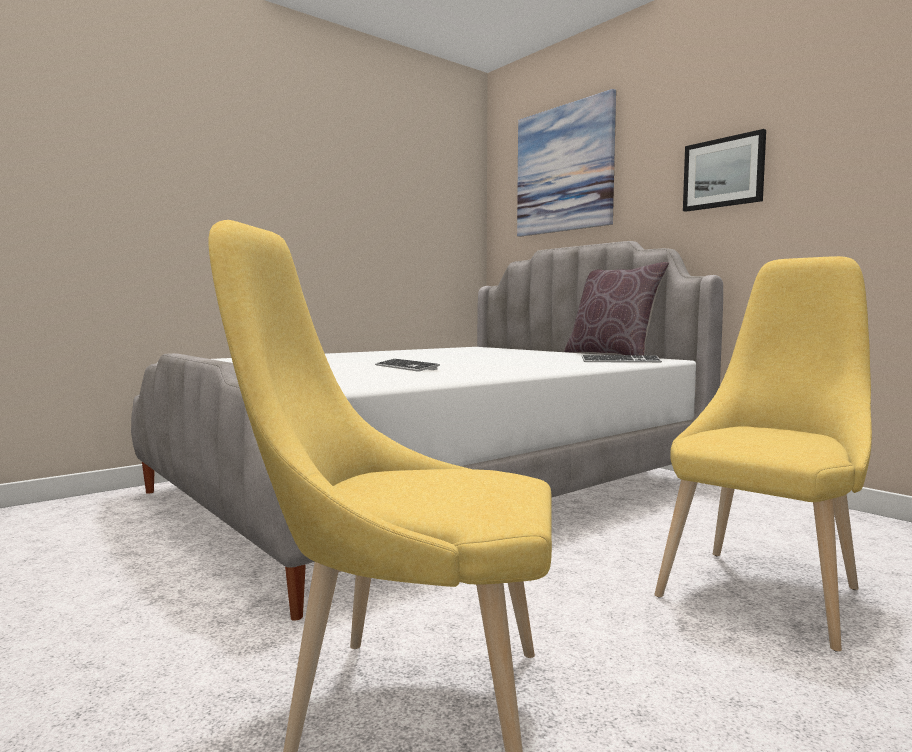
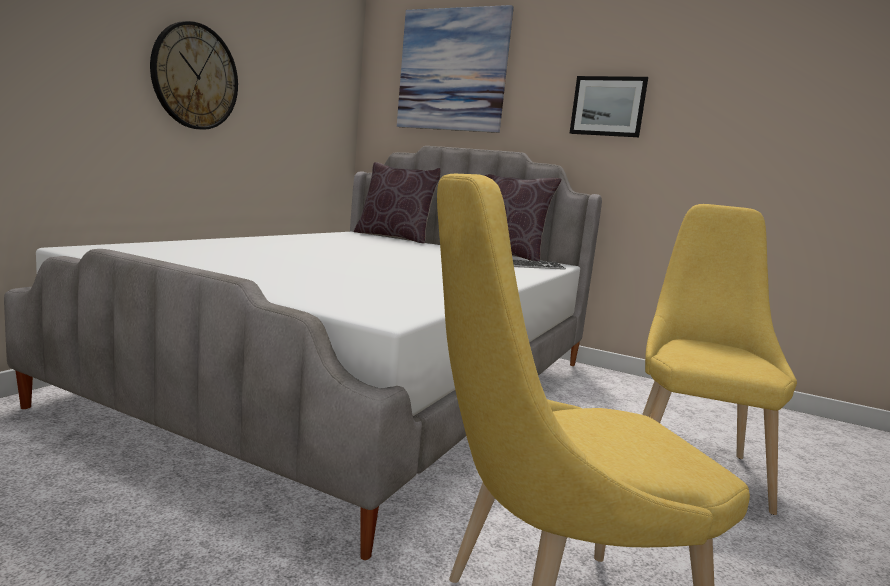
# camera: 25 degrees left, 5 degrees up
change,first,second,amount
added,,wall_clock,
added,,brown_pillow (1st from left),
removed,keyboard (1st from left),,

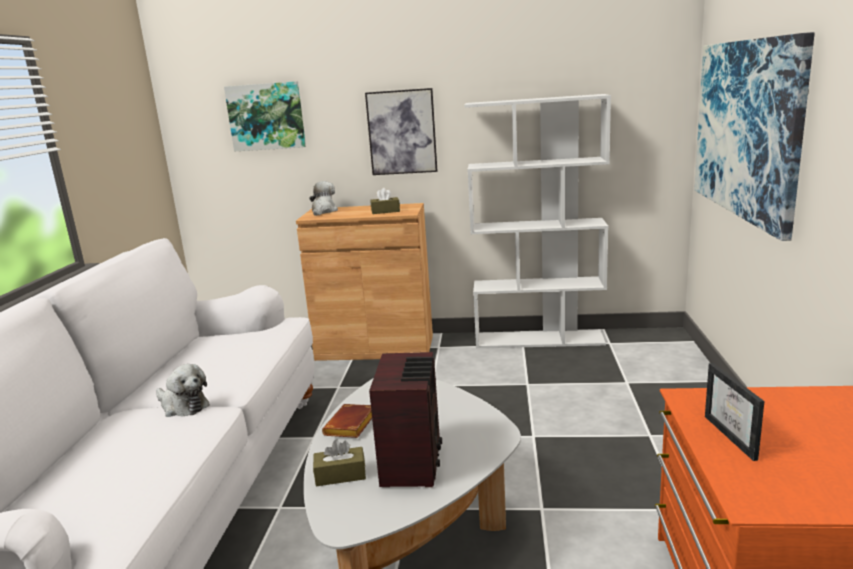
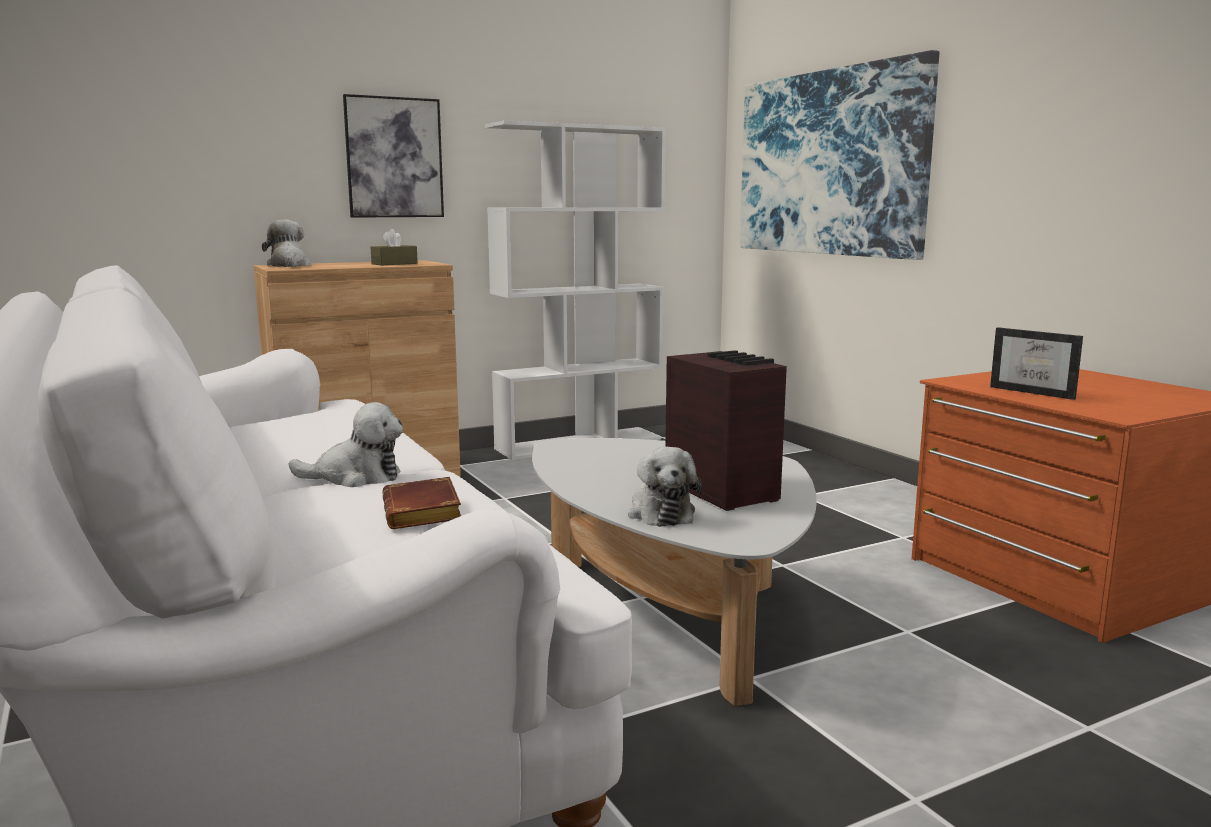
# camera: 35 degrees left, 5 degrees down
change,first,second,amount
moved,brown_book,,
replaced,brown_tissue_box (1st from left),plush_toy (3rd from left),
removed,picture (1st from left),,

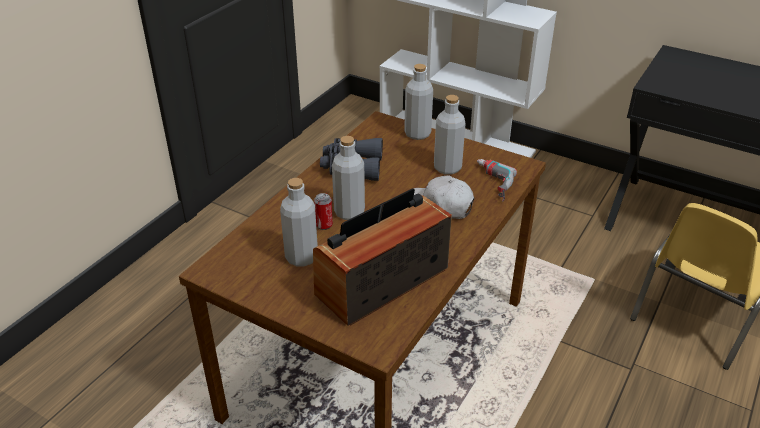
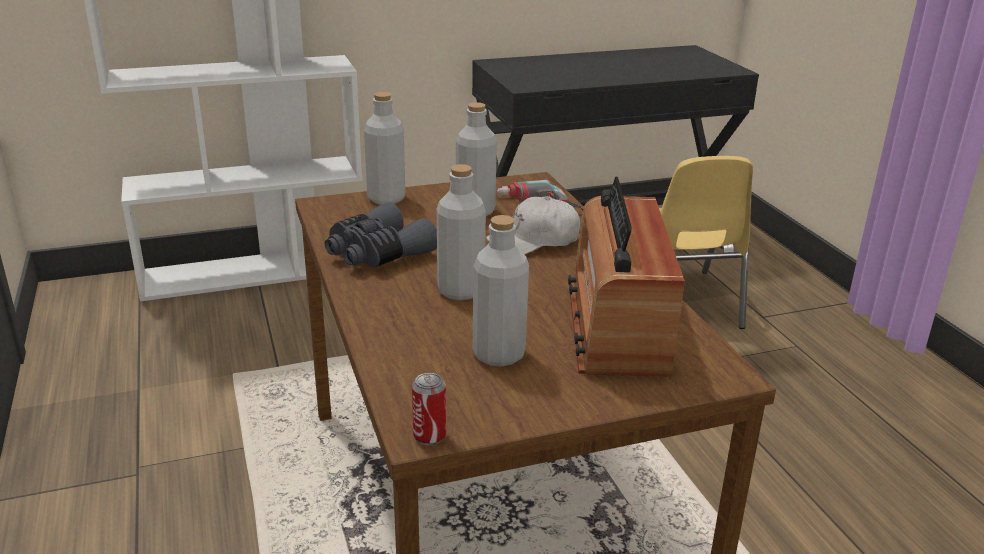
# camera: 50 degrees left, 10 degrees down
change,first,second,amount
moved,can,,

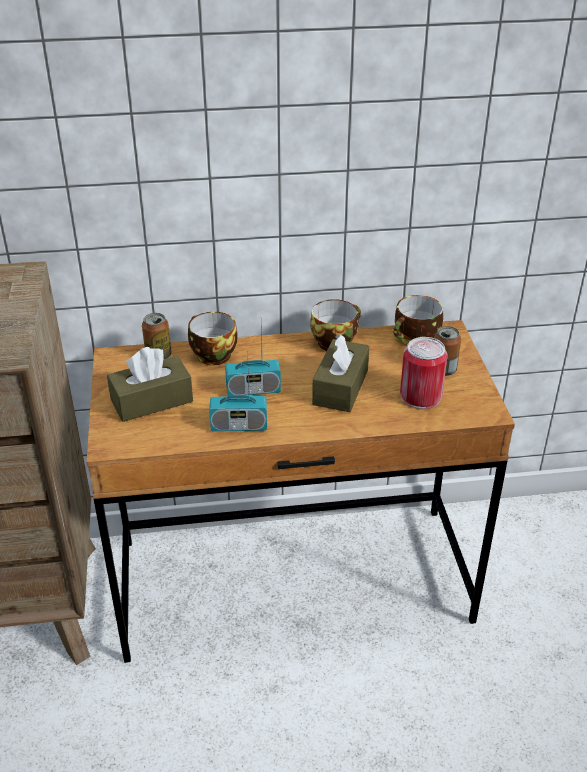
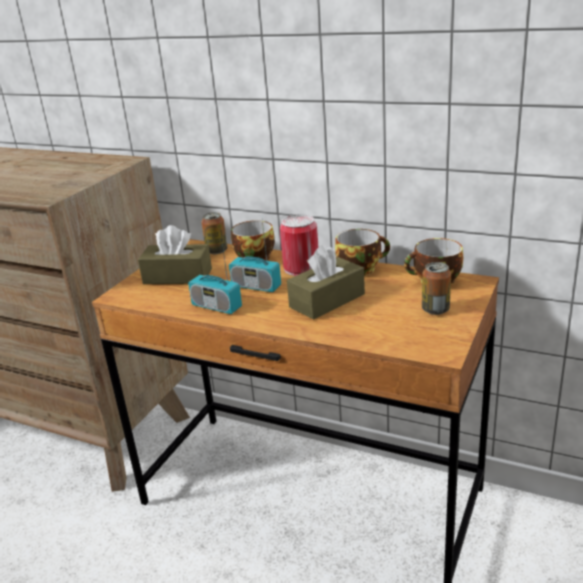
# camera: 35 degrees right, 10 degrees down
change,first,second,amount
moved,can (2nd from left),,

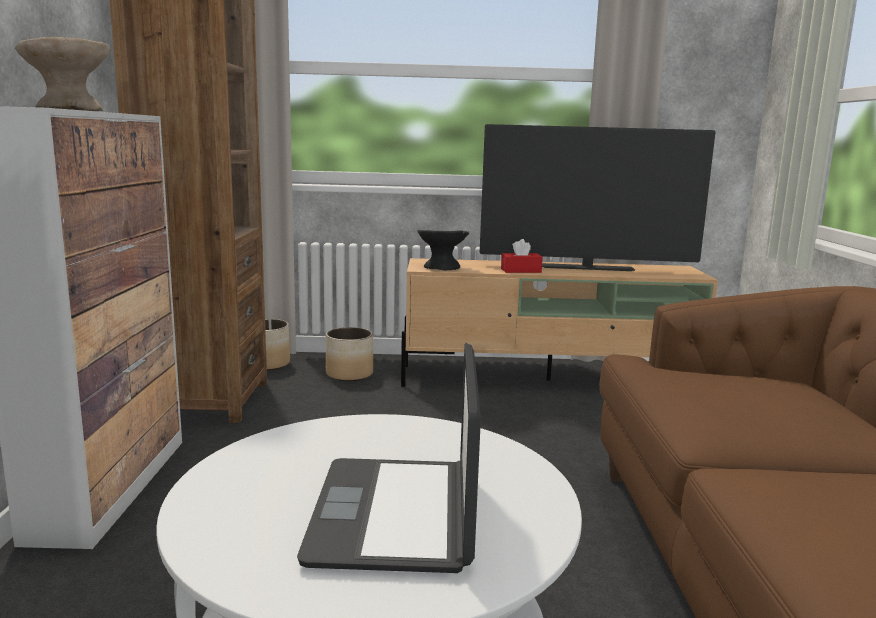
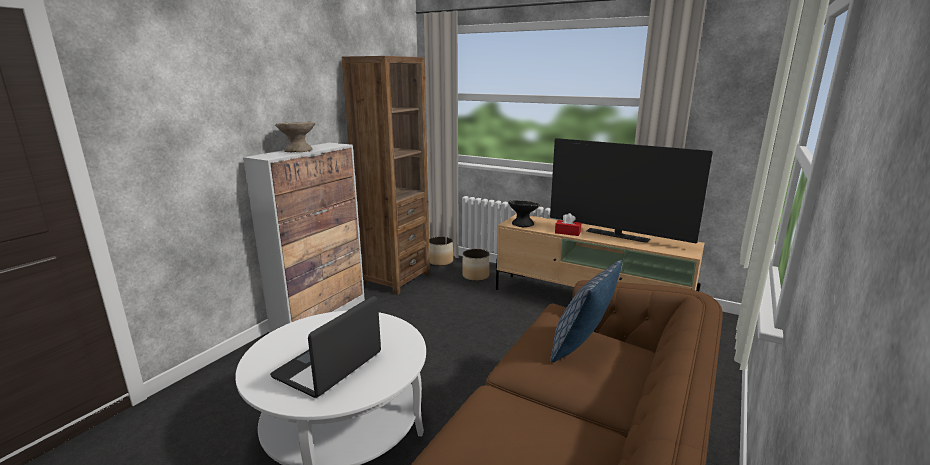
# camera: 30 degrees right, 5 degrees up
change,first,second,amount
added,,pillow,

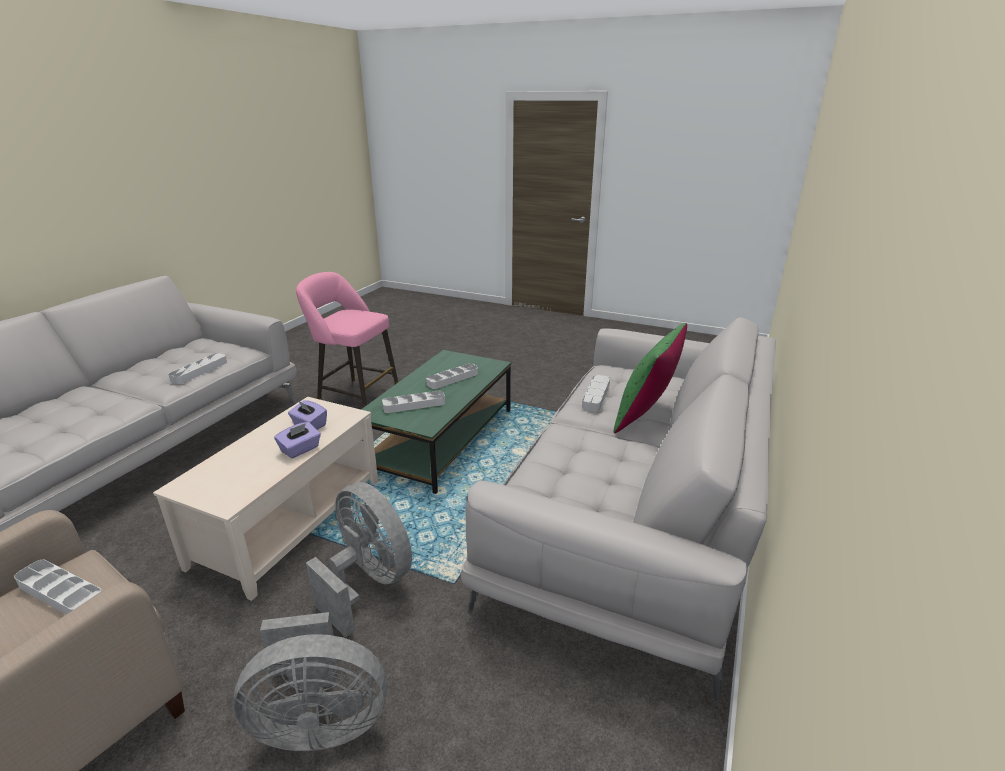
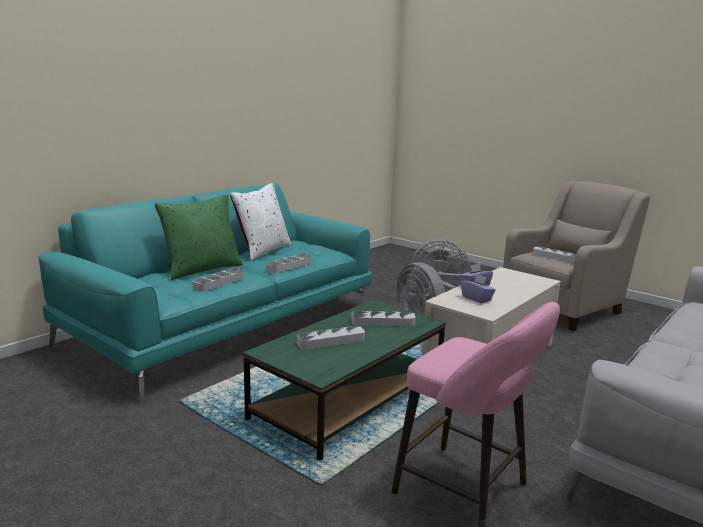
# camera: 165 degrees left, 10 degrees down
change,first,second,amount
recoloured,grey_sofa (2nd from left),turquoise_sofa,
added,,white_pillow,
moved,grey_tray (2nd from left),,

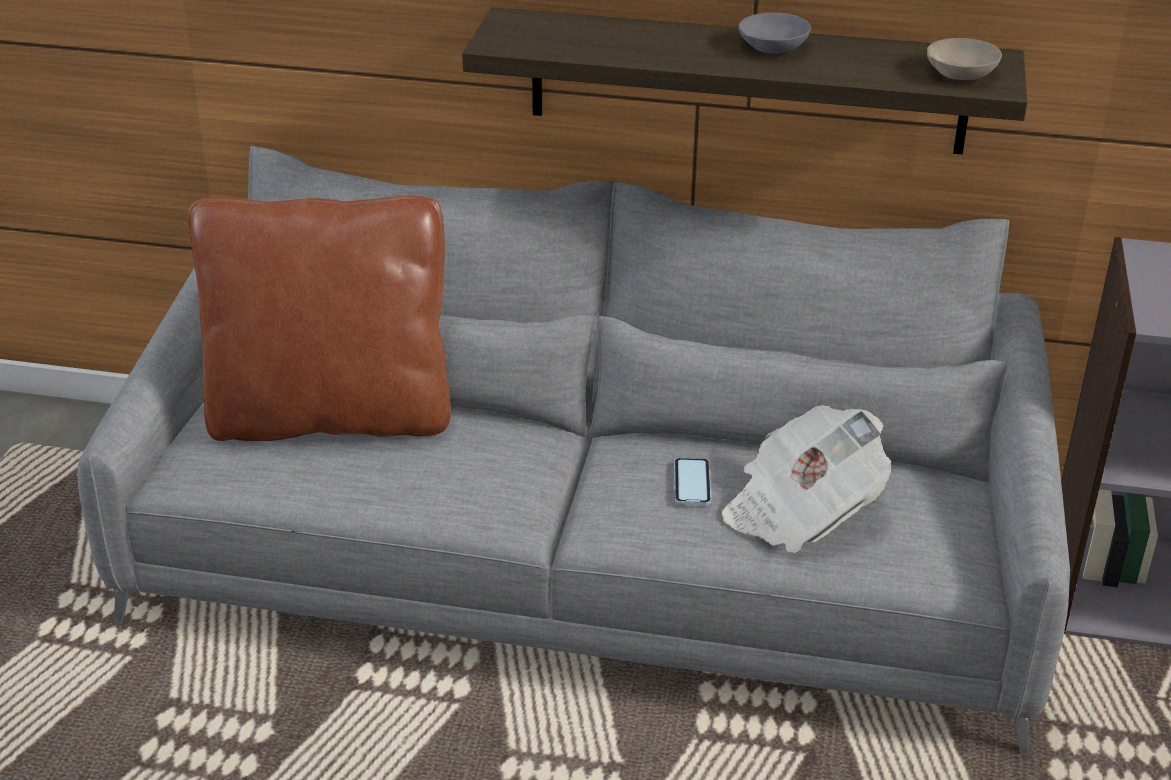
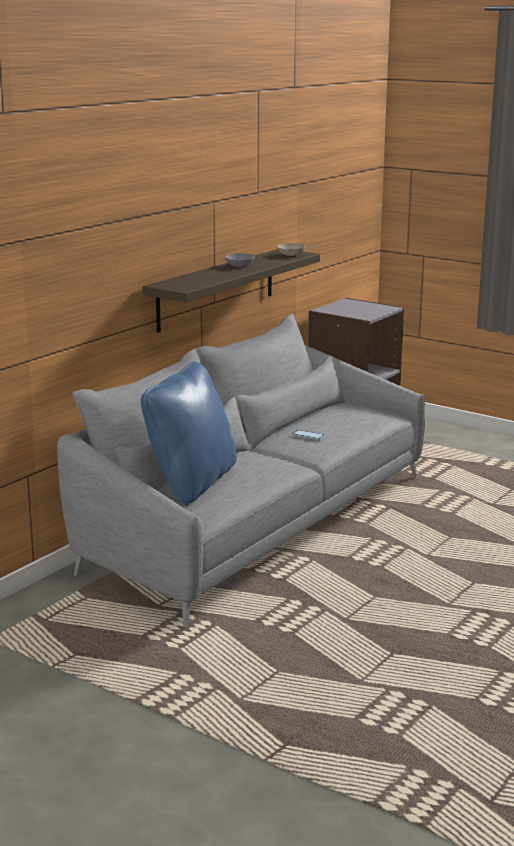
# camera: 65 degrees left, 15 degrees down
change,first,second,amount
recoloured,brown_pillow,blue_pillow,
removed,newspaper,,

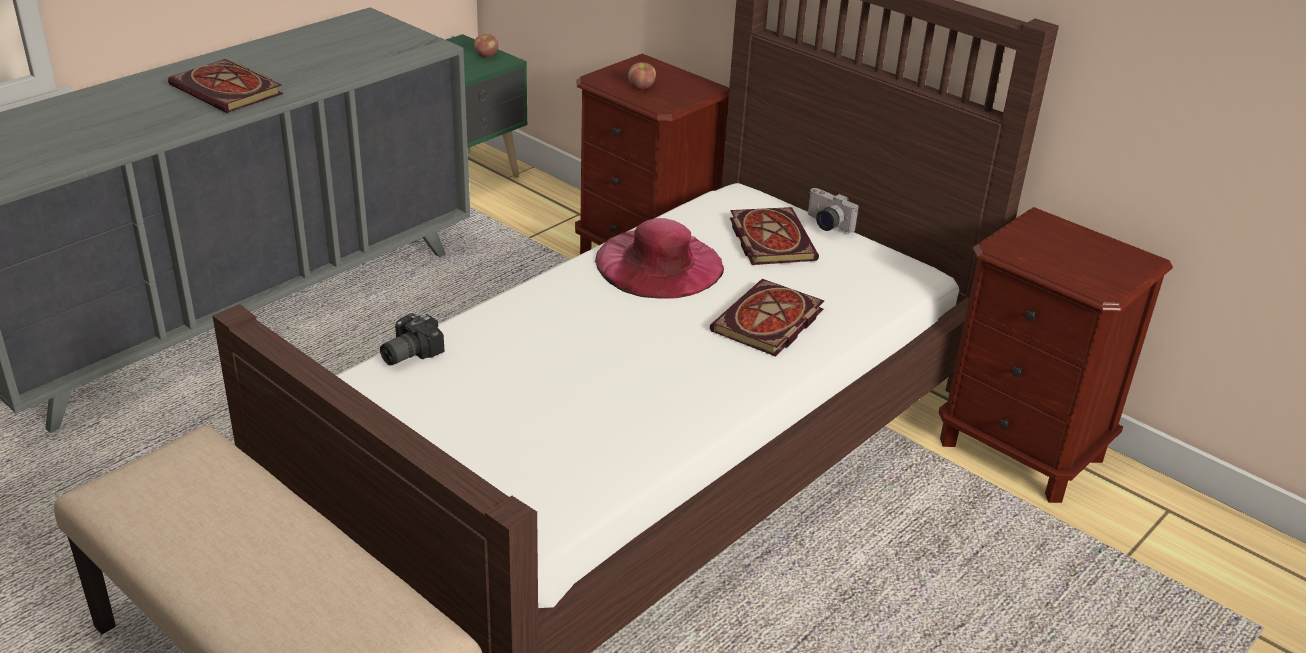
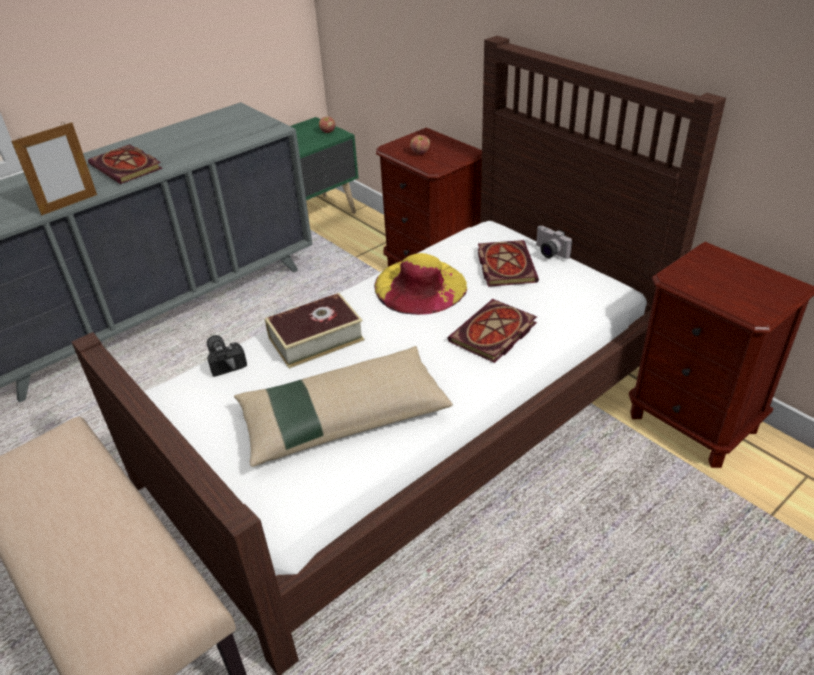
# camera: 10 degrees right, 5 degrees up
change,first,second,amount
added,,picture_frame,
turned,photo_camera (1st from left),,105 degrees clockwise
added,,beige_pillow,
added,,book (2nd from left),
recoloured,pink_hat,yellow_hat,

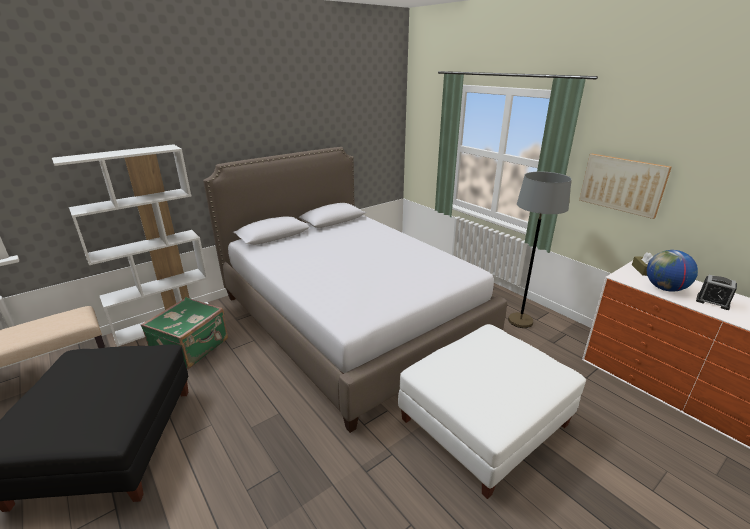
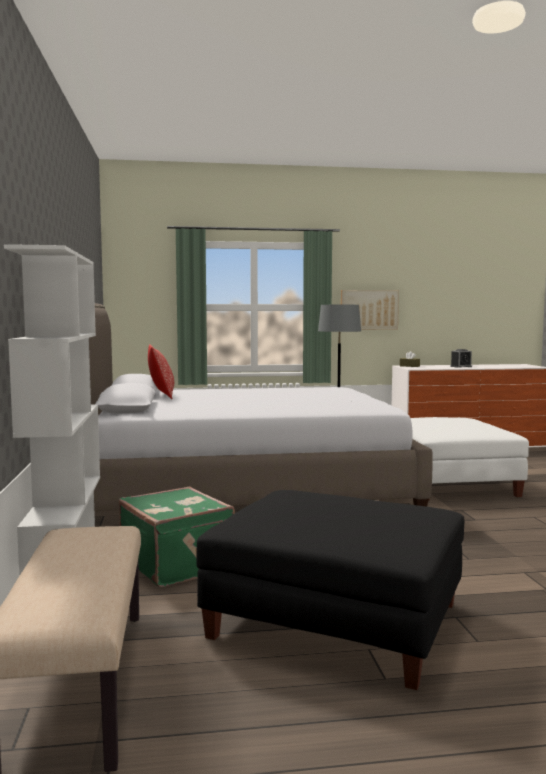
# camera: 60 degrees left, 20 degrees down
change,first,second,amount
added,,pillow,
removed,globe,,

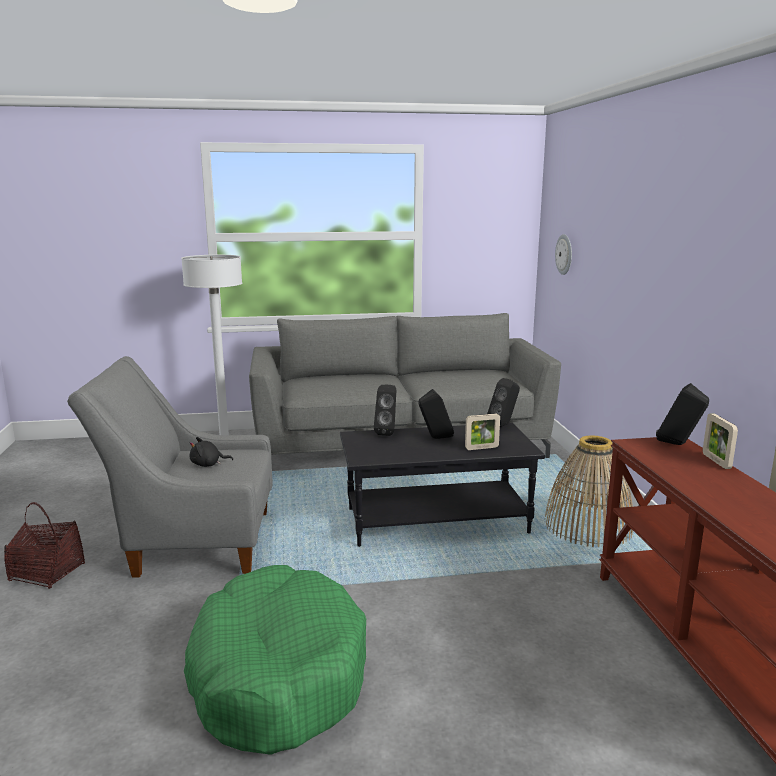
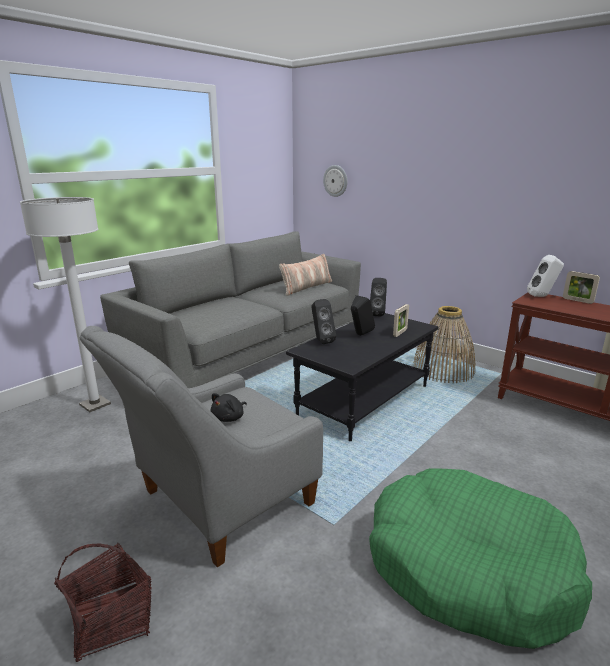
# camera: 40 degrees left, 5 degrees up
change,first,second,amount
added,,pillow,
recoloured,black_speaker (4th from left),white_speaker,

